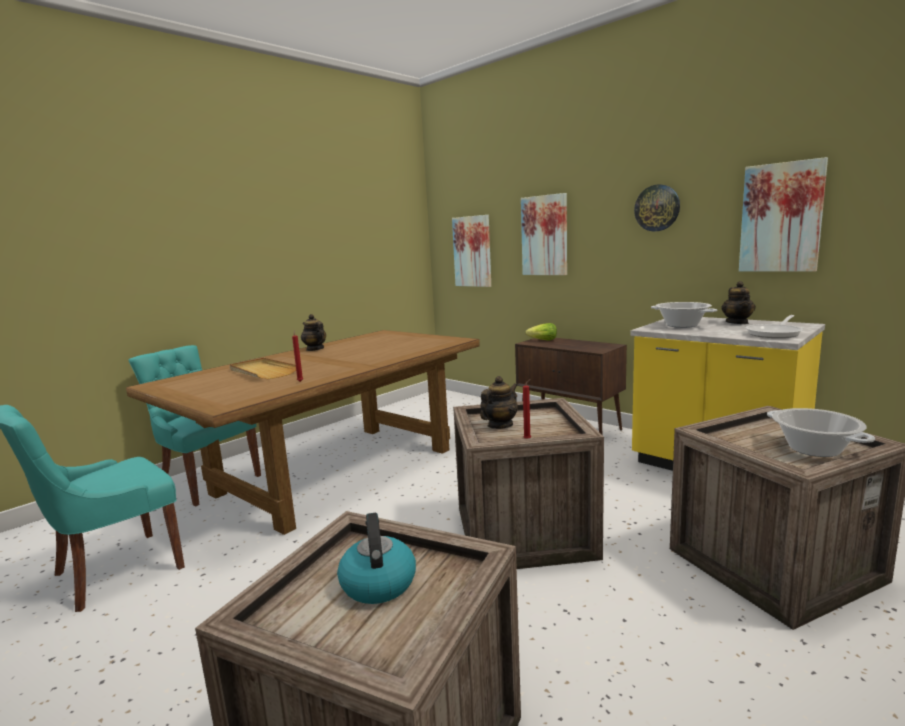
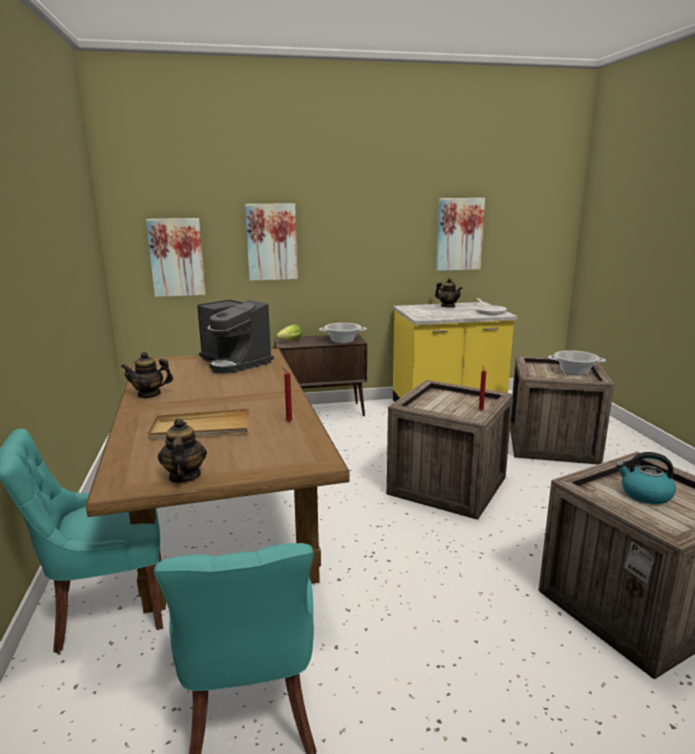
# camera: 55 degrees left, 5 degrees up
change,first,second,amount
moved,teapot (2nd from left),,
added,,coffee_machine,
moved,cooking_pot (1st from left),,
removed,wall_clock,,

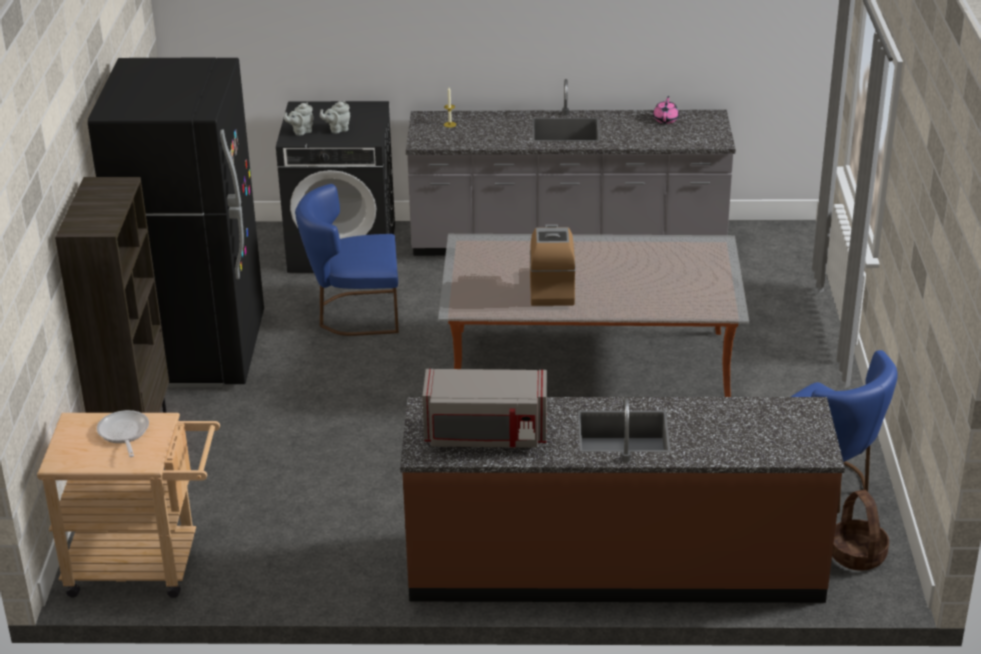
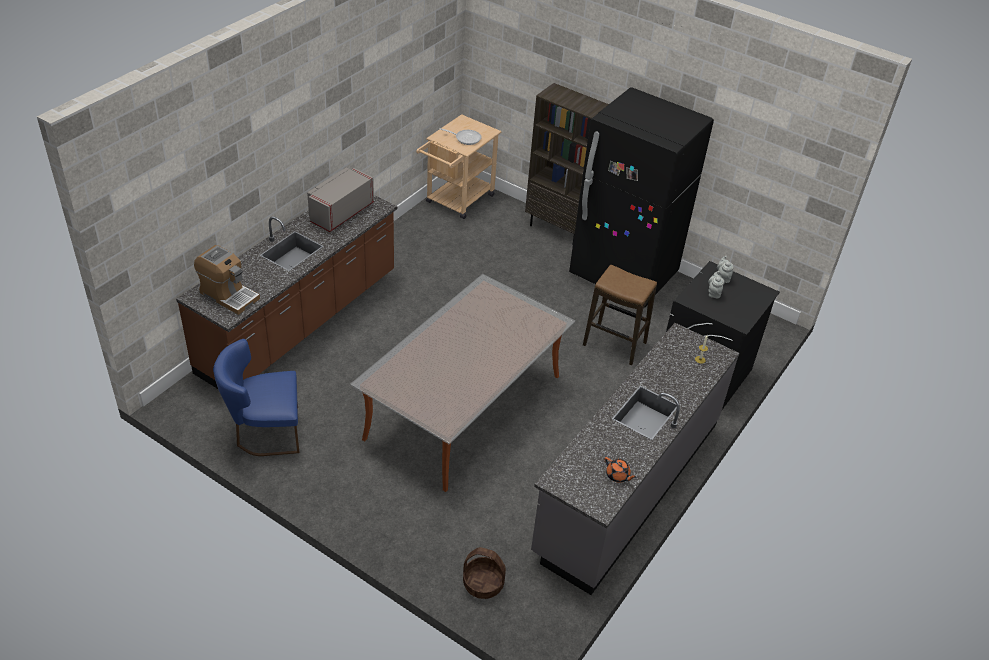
# camera: 120 degrees right, 10 degrees up
change,first,second,amount
moved,coffee_machine,,
moved,basket,,
replaced,blue_chair (1st from left),stool,
recoloured,pink_teapot,orange_teapot,

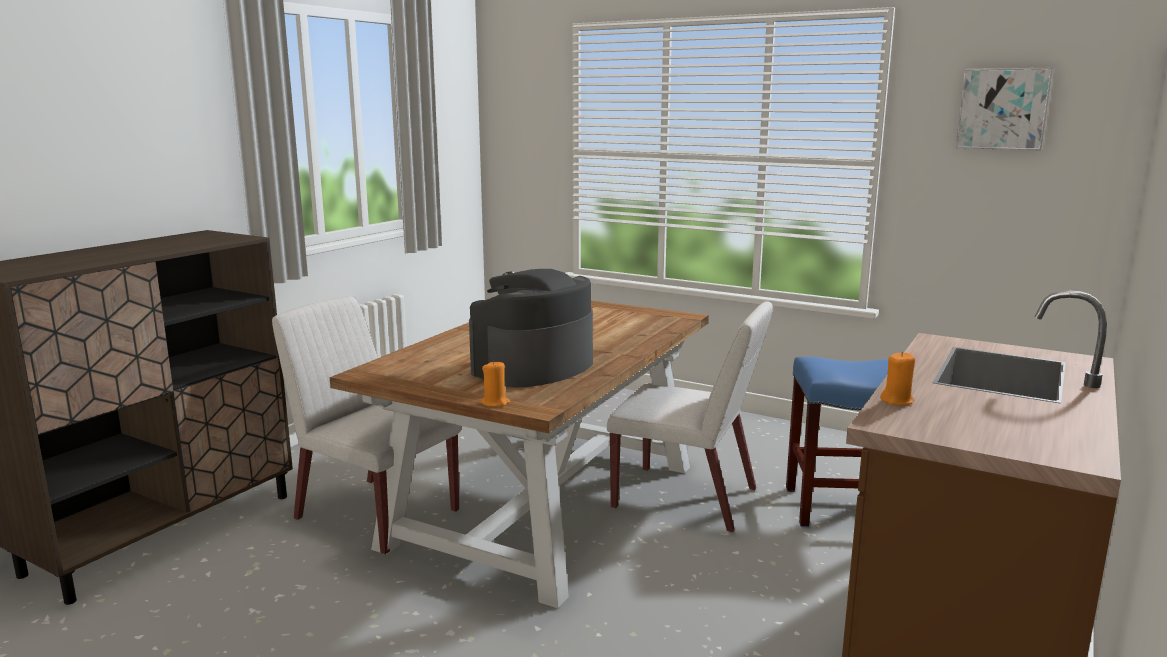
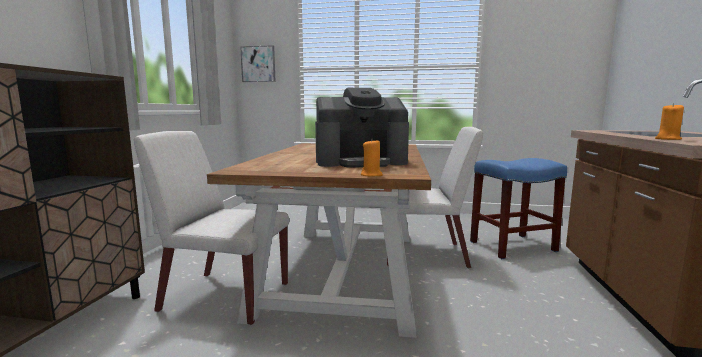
# camera: 20 degrees left, 5 degrees down
change,first,second,amount
moved,picture,,
turned,coffee_machine,,120 degrees counterclockwise

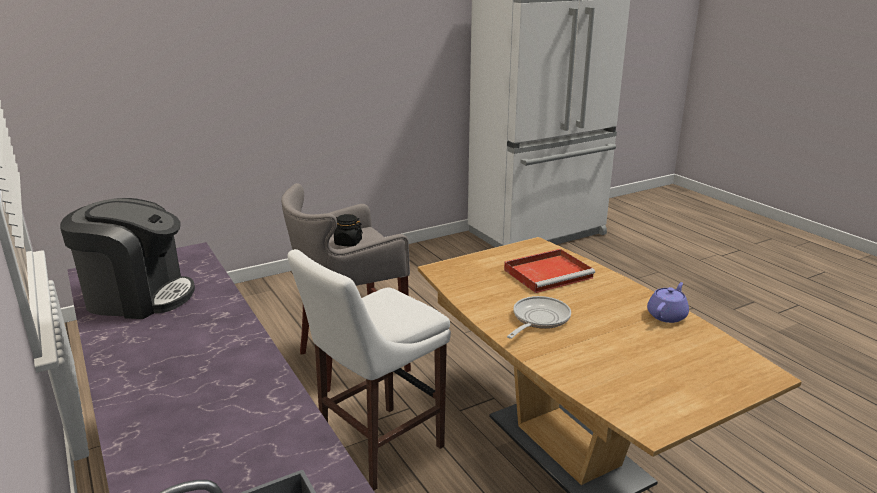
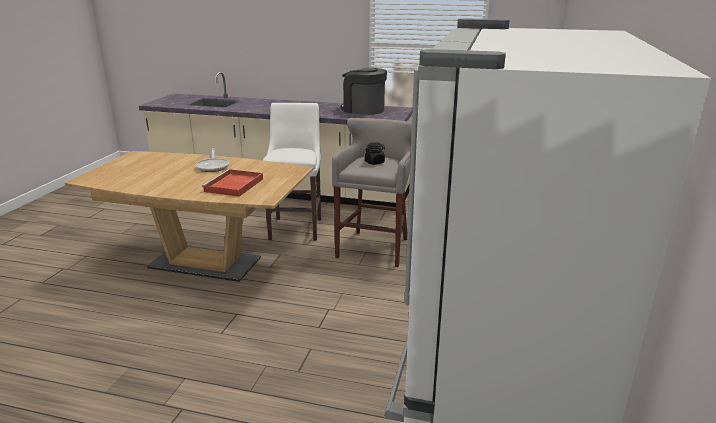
# camera: 135 degrees right, 0 degrees up
change,first,second,amount
turned,coffee_machine,,75 degrees clockwise
removed,purple_teapot,,

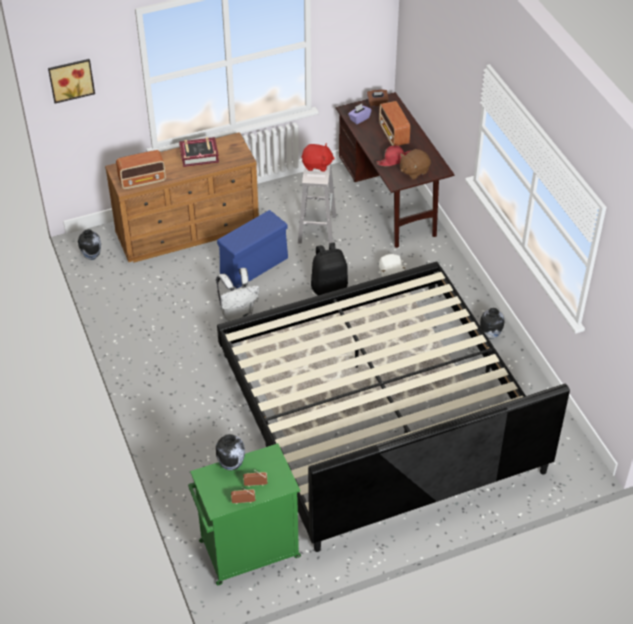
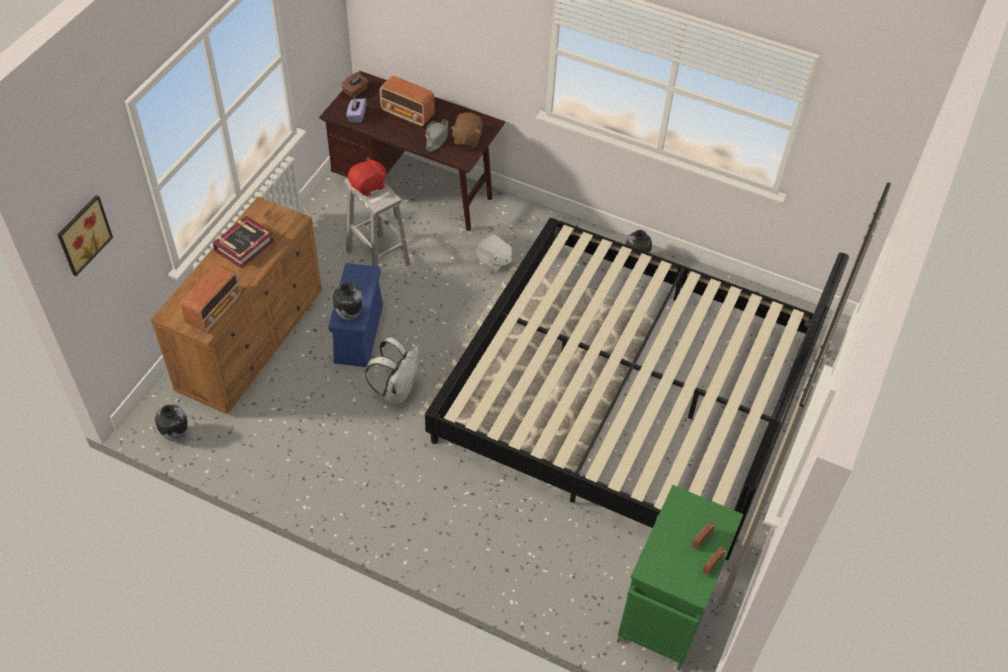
# camera: 45 degrees left, 5 degrees up
change,first,second,amount
moved,vase (2nd from left),,
recoloured,red_hat,grey_hat,
removed,black_backpack,,

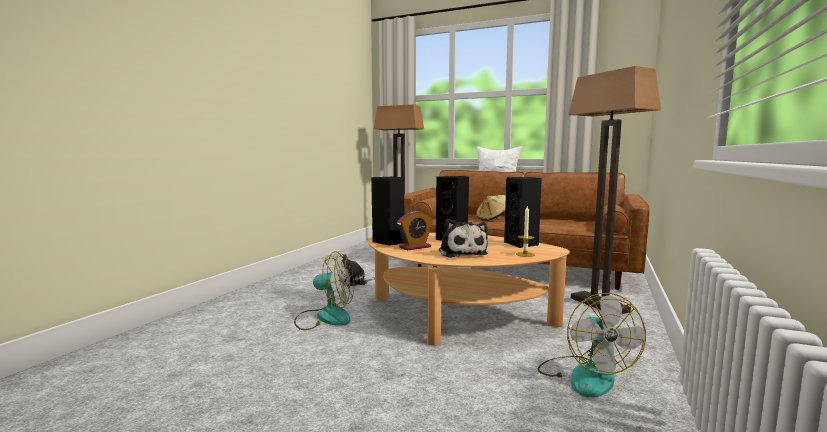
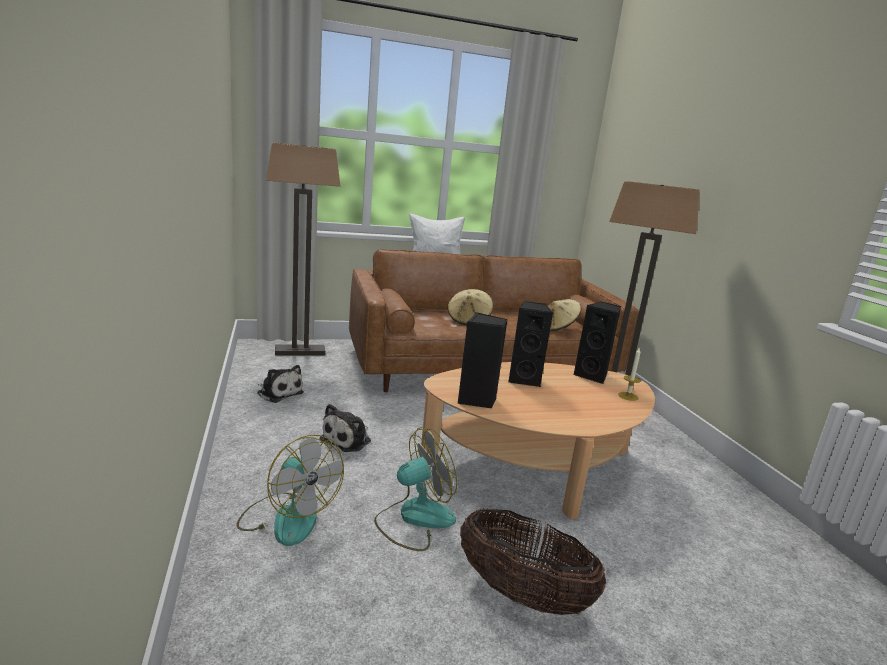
# camera: 40 degrees left, 10 degrees up
change,first,second,amount
moved,fan (2nd from left in the first image),fan (1st from left),
moved,plush_toy (2nd from left in the first image),plush_toy (1st from left),
added,,basket,
added,,beige_hat (2nd from left),
removed,alarm_clock,,

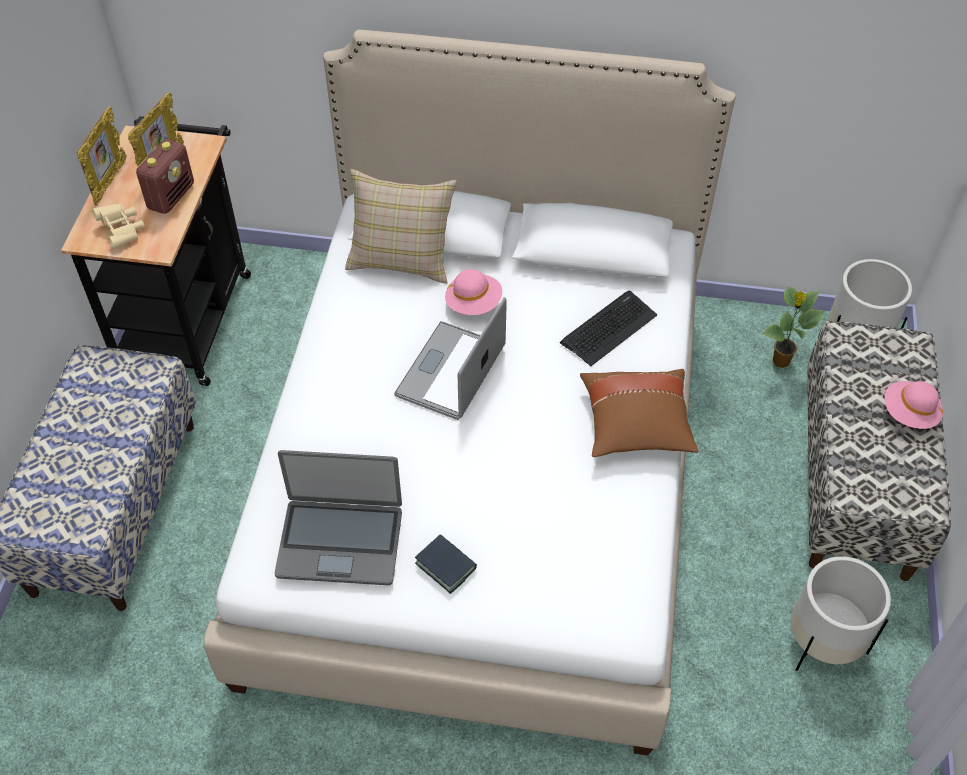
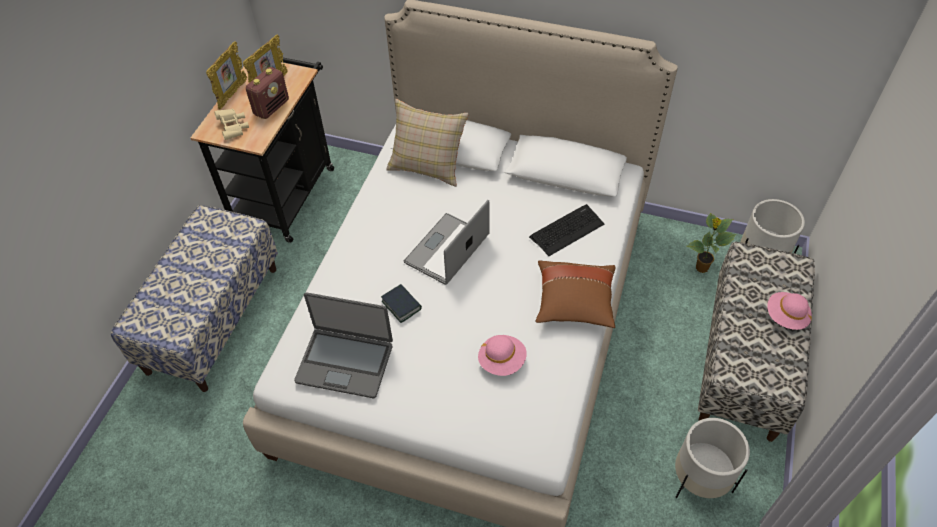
# camera: 10 degrees right, 0 degrees up
change,first,second,amount
moved,book,,
moved,pink_hat (1st from left),,

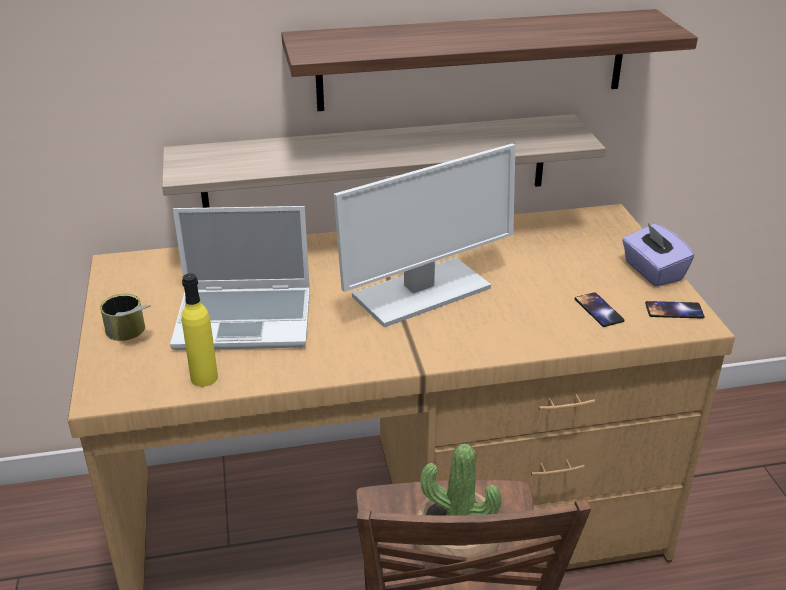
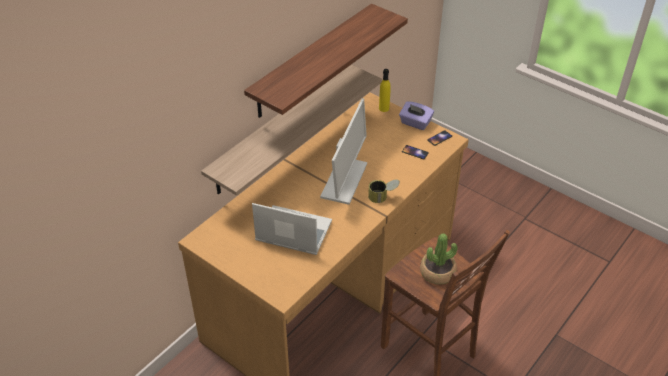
# camera: 40 degrees left, 10 degrees up
change,first,second,amount
turned,laptop,,120 degrees counterclockwise
moved,can,,
moved,yellow_bottle,,

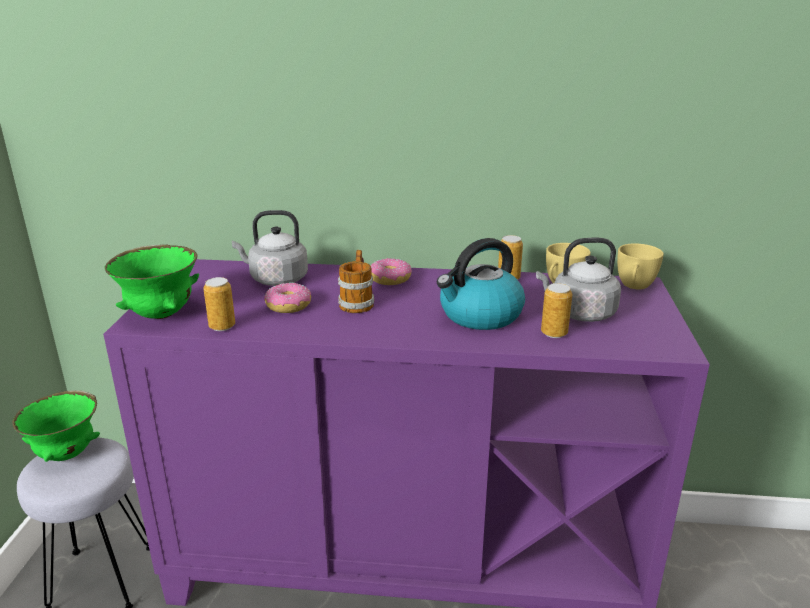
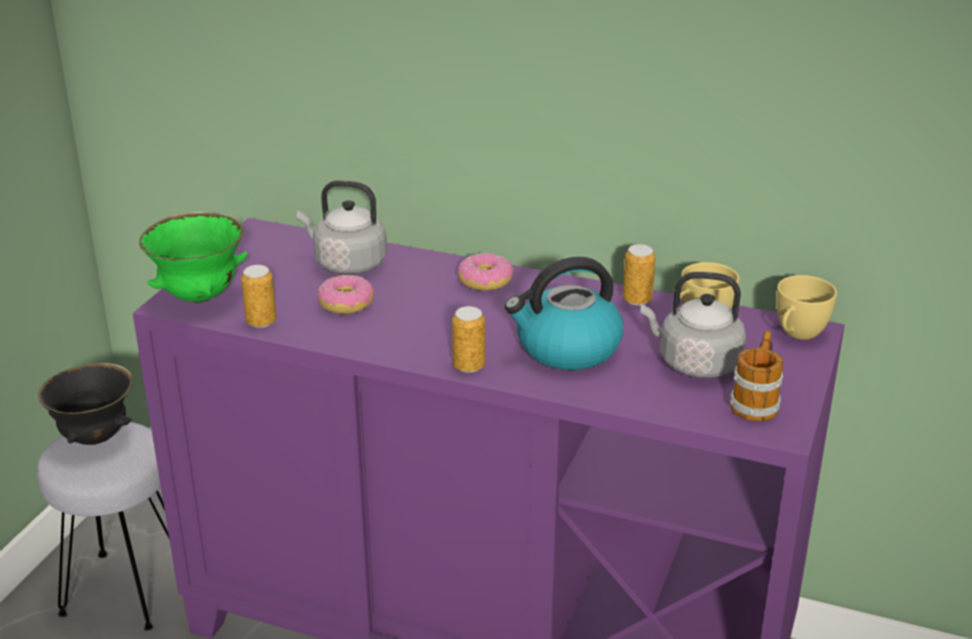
# camera: 15 degrees right, 5 degrees up
change,first,second,amount
recoloured,green_bowl (1st from left),black_bowl,
moved,can (3rd from left in the first image),can (2nd from left),
moved,mug,,

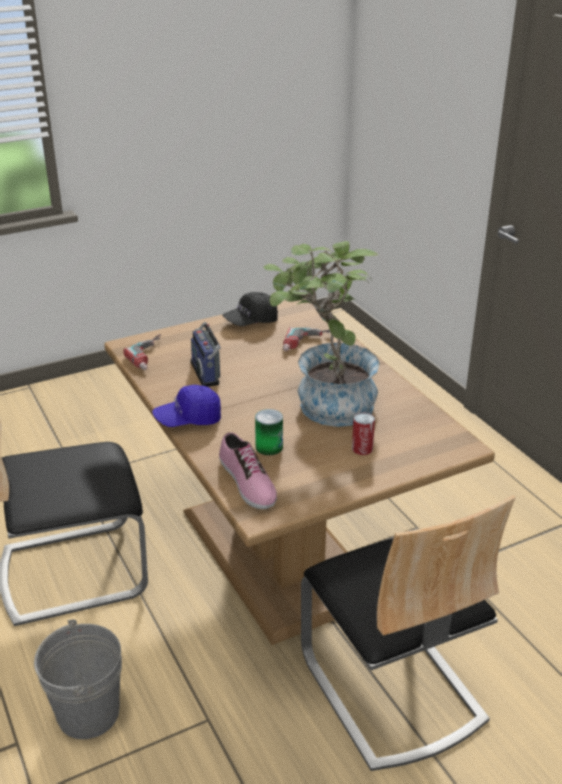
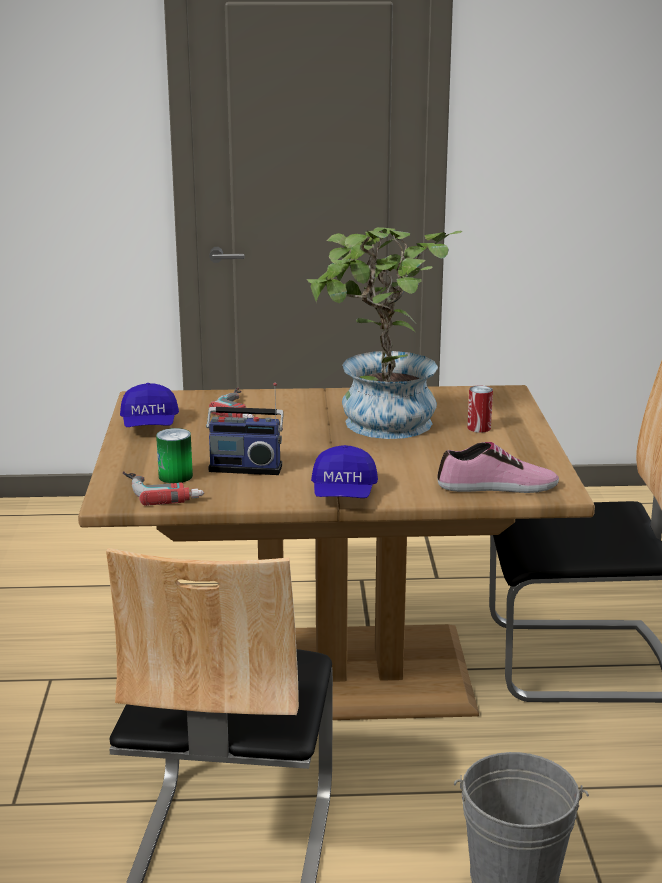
# camera: 65 degrees left, 10 degrees down
change,first,second,amount
recoloured,black_cap,blue_cap (1st from left),
moved,can (1st from left),,

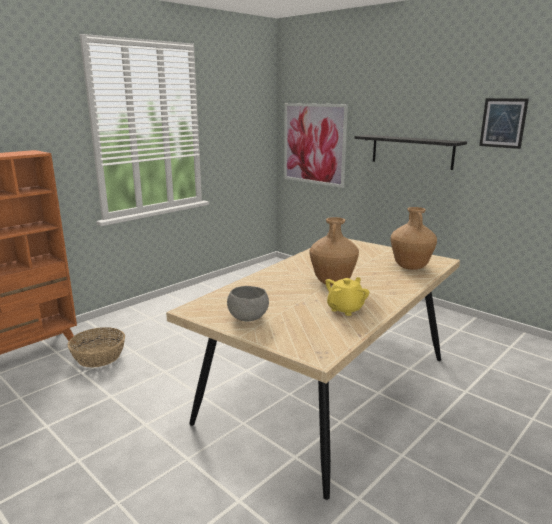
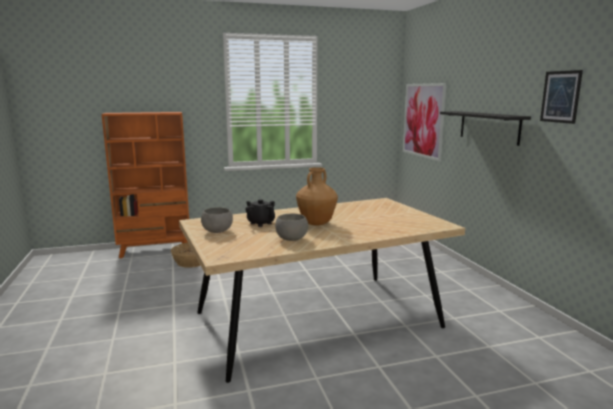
# camera: 30 degrees right, 5 degrees down
change,first,second,amount
added,,black_teapot,
replaced,yellow_teapot,grey_bowl (2nd from left),
removed,brown_vase (2nd from left),,

